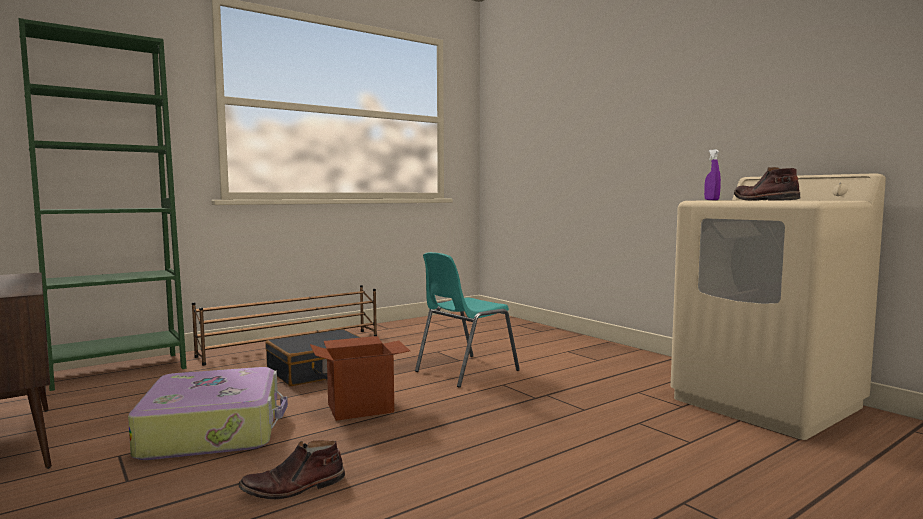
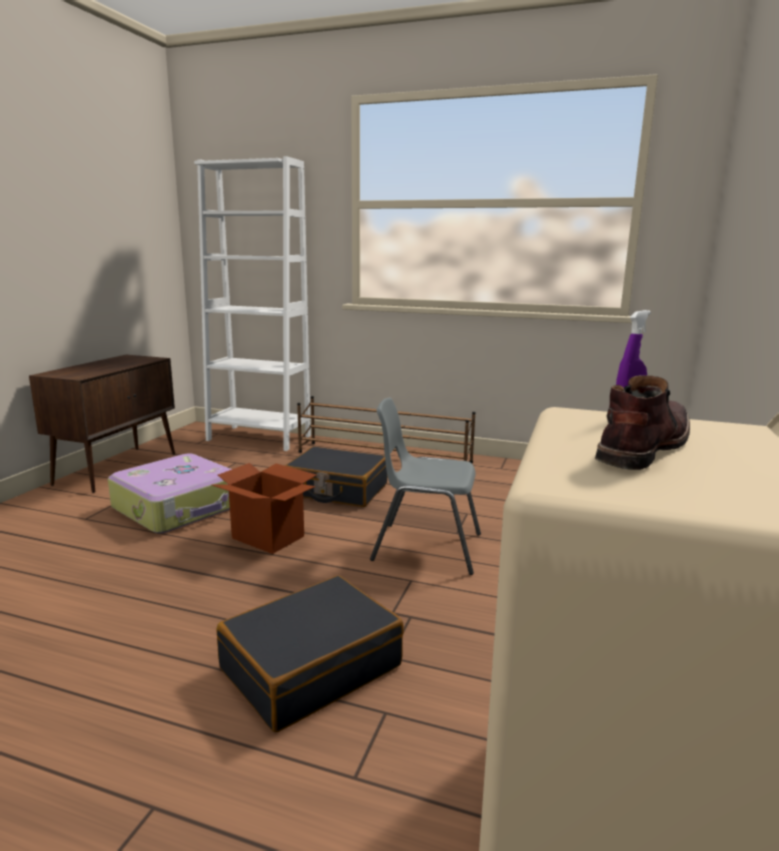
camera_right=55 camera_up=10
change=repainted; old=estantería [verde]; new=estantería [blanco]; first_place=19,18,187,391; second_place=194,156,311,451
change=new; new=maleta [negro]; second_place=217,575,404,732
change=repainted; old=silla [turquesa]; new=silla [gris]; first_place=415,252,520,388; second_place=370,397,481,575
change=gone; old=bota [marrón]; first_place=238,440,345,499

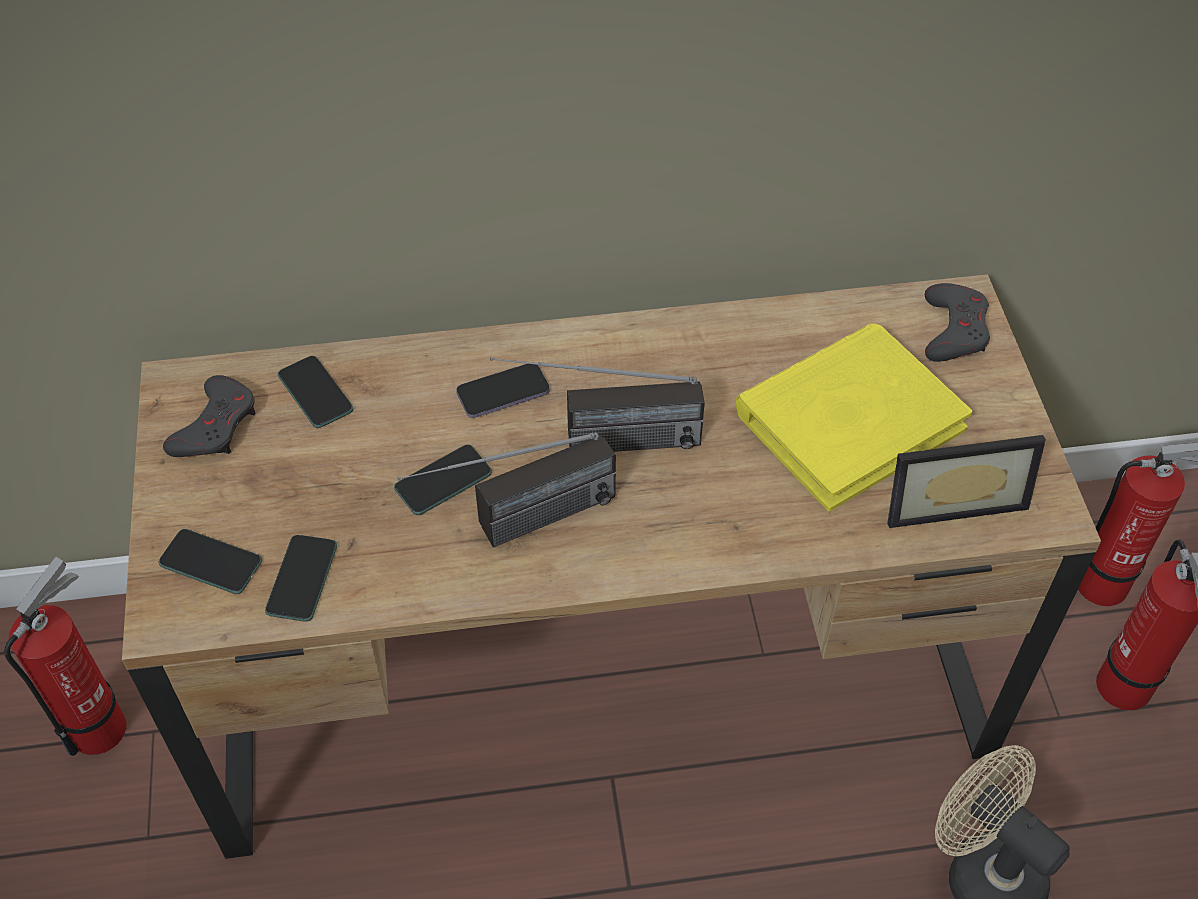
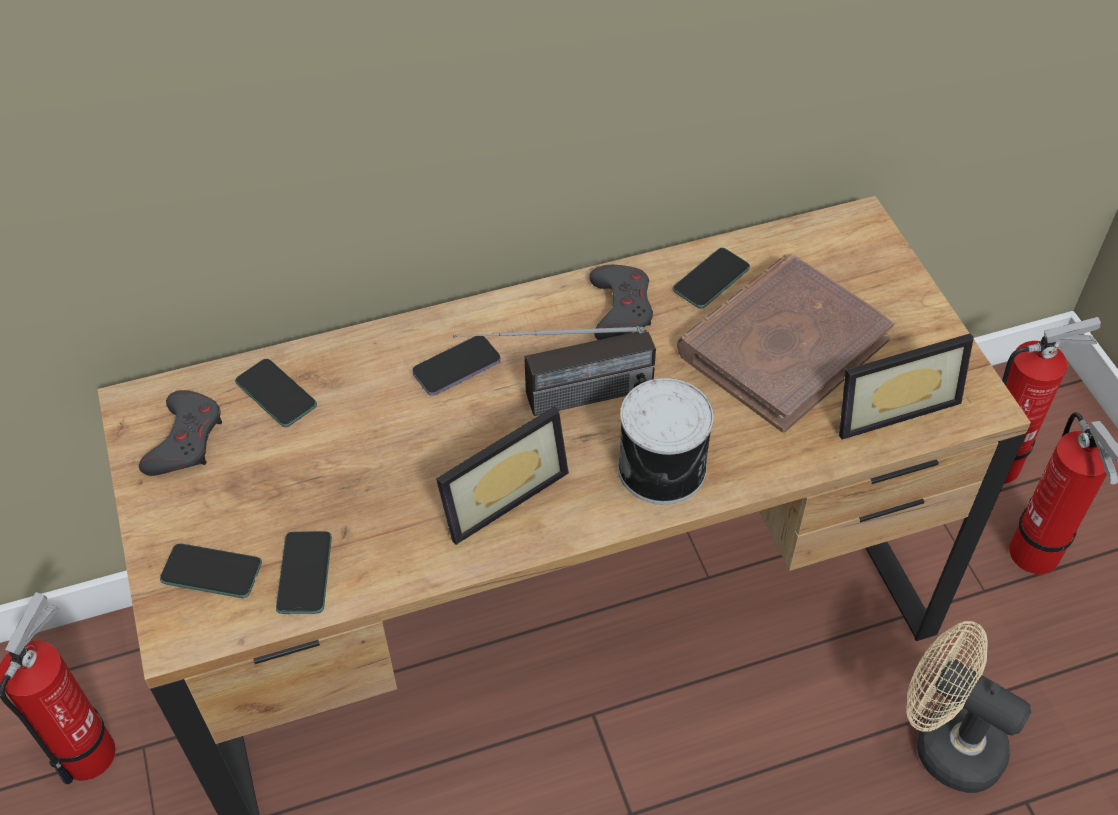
camera_right=-10 camera_up=0
change=swapped; old=radio; new=portarretratos; first_place=397,432,616,547; second_place=436,406,569,545
change=shifted; old=mando de consola [gris]; first_place=925,283,990,362; second_place=589,265,653,340
change=new; new=lata; second_place=618,378,714,505
change=shifted; old=móvil; first_place=394,445,492,515; second_place=672,248,750,309
change=repainted; old=libro [amarillo]; new=libro [marrón]; first_place=735,323,972,511; second_place=677,254,894,433

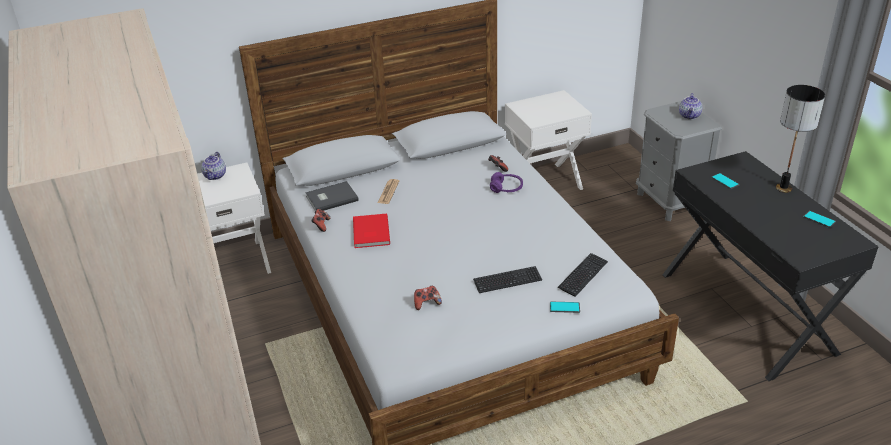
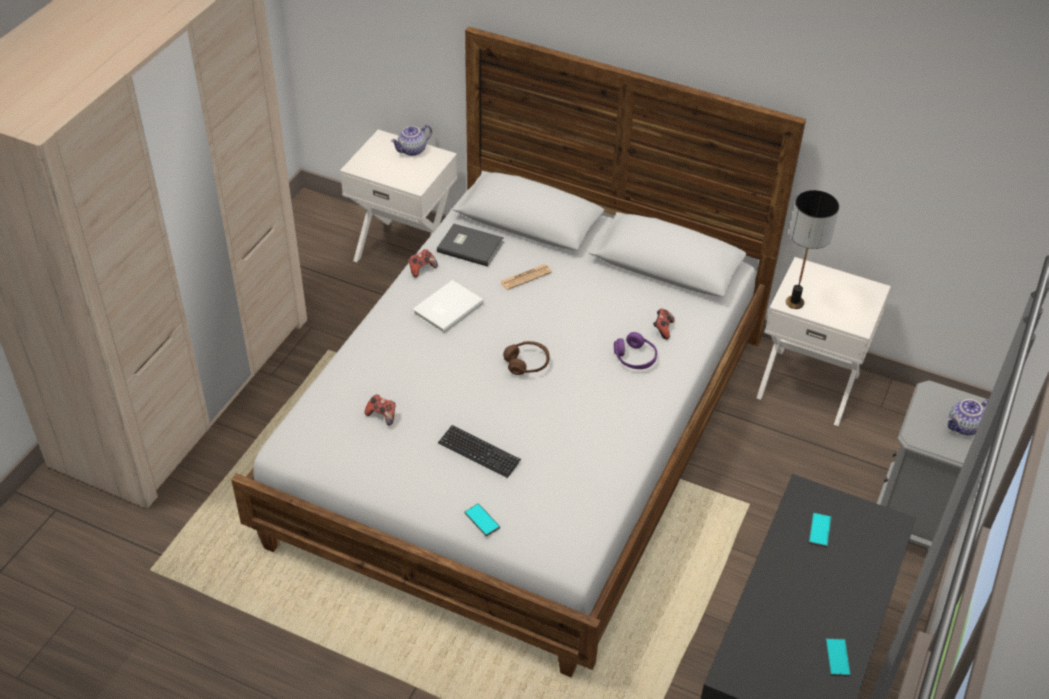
camera_right=45 camera_up=10
change=repainted; old=libro [rojo]; new=libro [blanco]; first_place=353,214,390,248; second_place=412,280,484,334
change=new; new=auriculares [marrón]; second_place=503,341,550,375
change=shifted; old=lámpara de mesa; first_place=776,85,825,193; second_place=786,190,839,309
change=gone; old=teclado; first_place=558,253,608,297

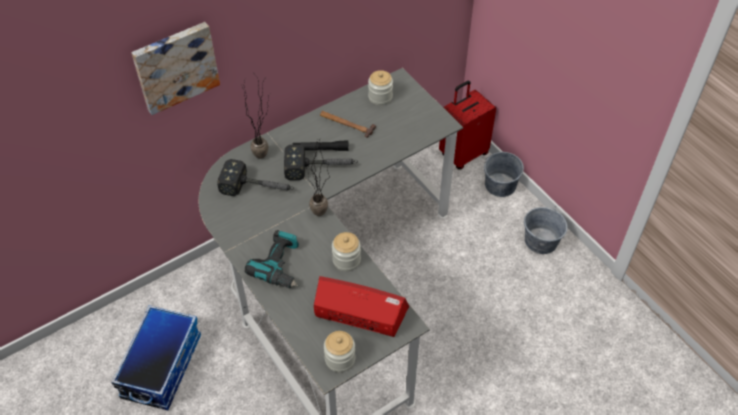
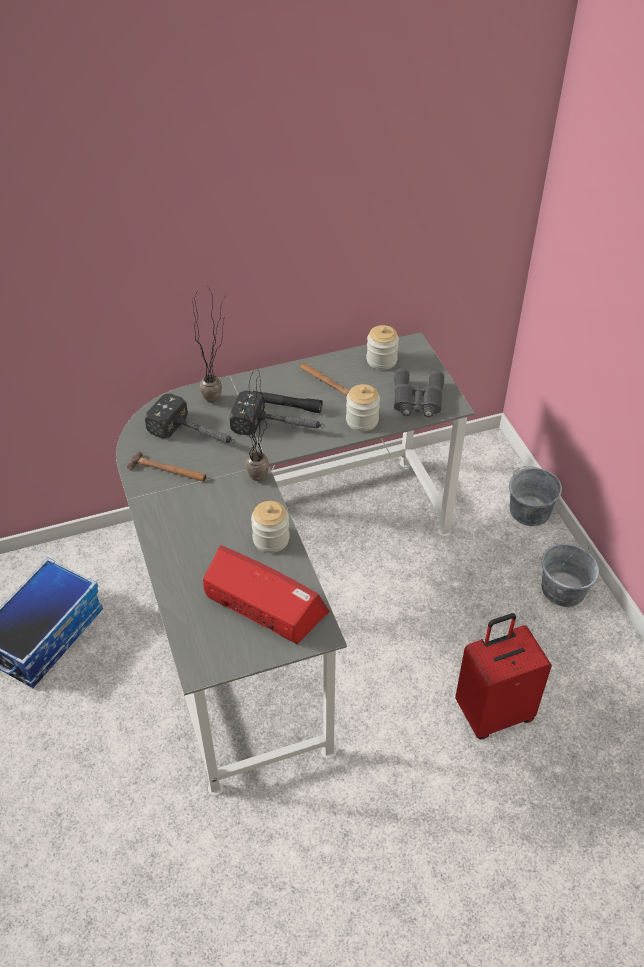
camera_right=15 camera_up=-5
change=new; new=martillo; second_place=127,451,206,482
change=shifted; old=tarro; first_place=324,331,355,372; second_place=346,384,380,431
change=new; new=prismáticos [gris]; second_place=394,369,444,418
change=shifted; old=maleta [rojo]; first_place=439,80,496,170; second_place=455,613,552,739
change=gone; old=cuadro; first_place=131,22,220,115
change=gone; old=taladro; first_place=245,230,299,288

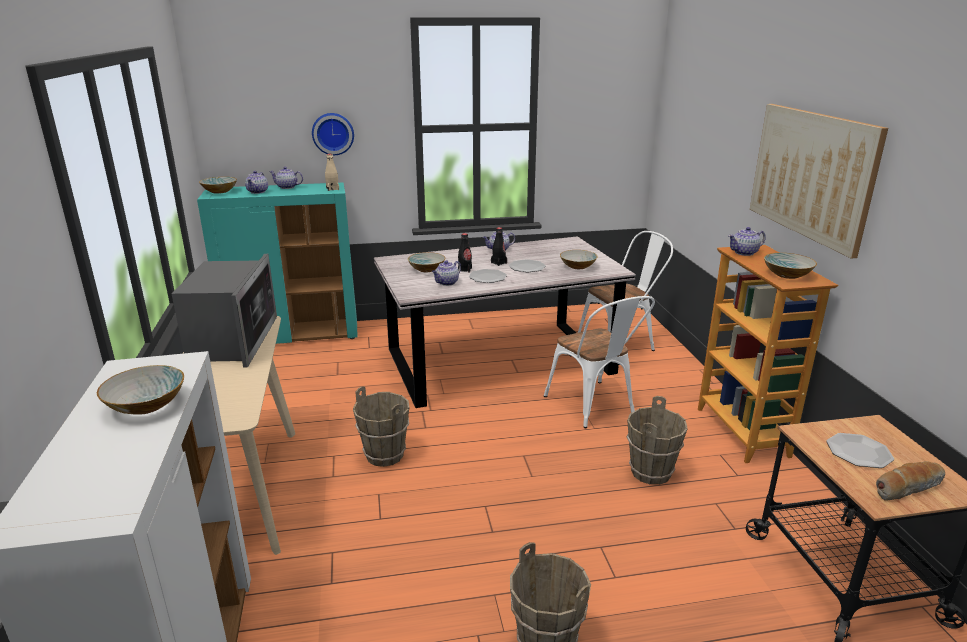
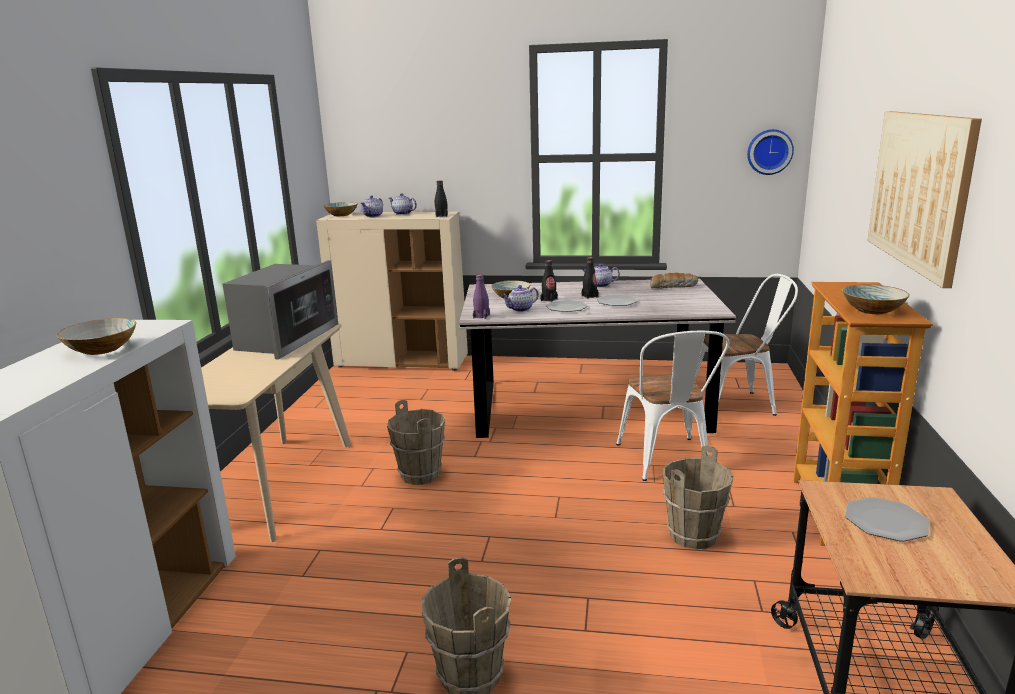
camera_right=20 camera_up=-5
change=repainted; old=armario [turquesa]; new=armario [beis]; first_place=197,183,358,344; second_place=316,212,468,371
change=repainted; old=botella [beis]; new=botella [negro]; first_place=325,154,339,191; second_place=435,180,448,217
change=new; new=botella [morado]; second_place=473,274,490,319
change=shifted; old=pan; first_place=876,461,945,500; second_place=650,272,698,289
change=shifted; old=reloj de pared; first_place=312,113,354,155; second_place=747,129,794,175
change=gone; old=cuenco; first_place=560,250,598,269
change=gone; old=tetera; first_place=728,227,766,256

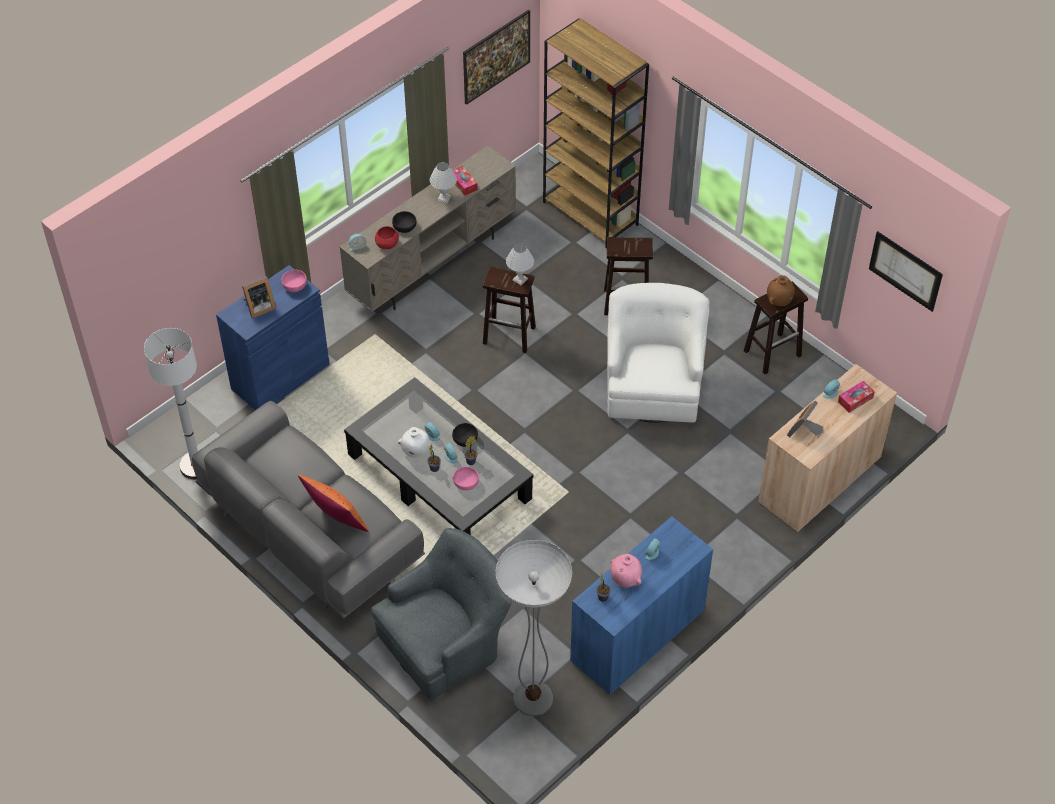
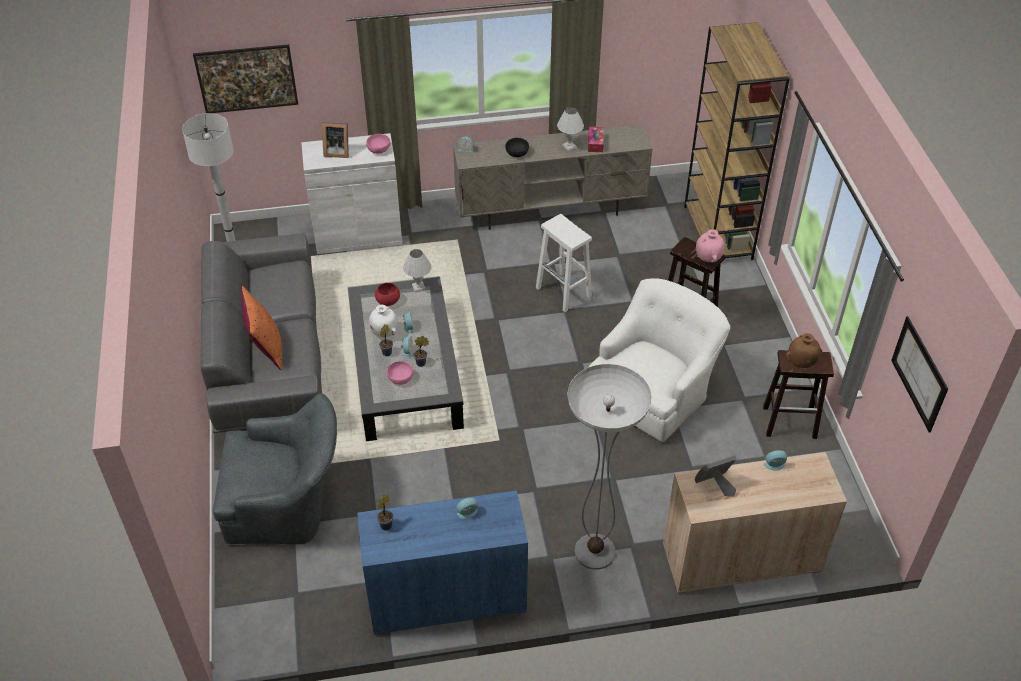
camera_right=35 camera_up=-5
change=shifted; old=cuadro; first_place=463,10,530,105; second_place=193,44,298,113
change=repainted; old=armario [azul]; new=armario [blanco]; first_place=216,265,330,410; second_place=301,133,402,254
change=shifted; old=cuenco [rojo]; first_place=375,226,399,249; second_place=375,283,400,306
change=shifted; old=lámpara de mesa [blanco]; first_place=506,243,534,285; second_place=403,249,432,292
change=repainted; old=taburete [marrón]; new=taburete [blanco]; first_place=483,267,536,353; second_place=536,214,592,312
change=shifted; old=lámpara de pie; first_place=496,540,572,716; second_place=567,364,652,570
change=shifted; old=florero [rosa]; first_place=610,554,642,587; second_place=696,229,725,262
change=gone; old=cuenco [negro]; first_place=452,423,478,447
change=gone; old=caja de pañuelos; first_place=838,381,875,413

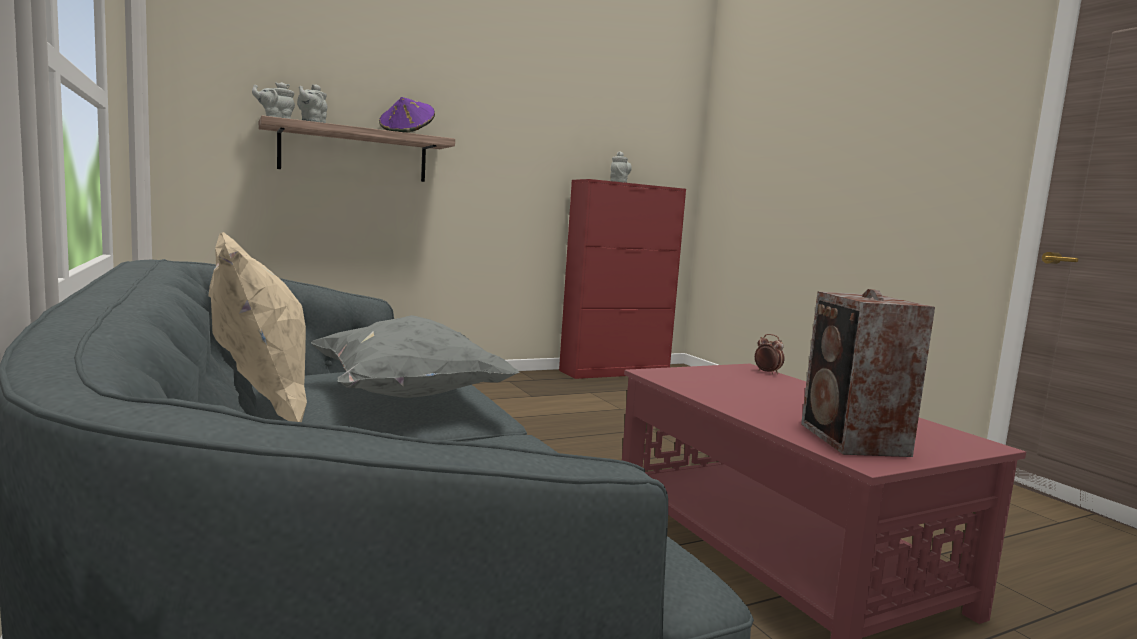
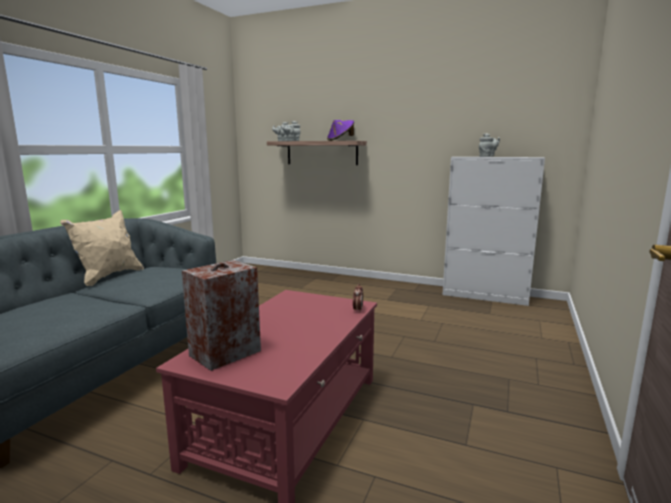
camera_right=50 camera_up=5
change=repainted; old=armario [rojo]; new=armario [blanco]; first_place=559,179,686,379; second_place=443,157,545,306
change=gone; old=cojín [gris]; first_place=311,315,520,398

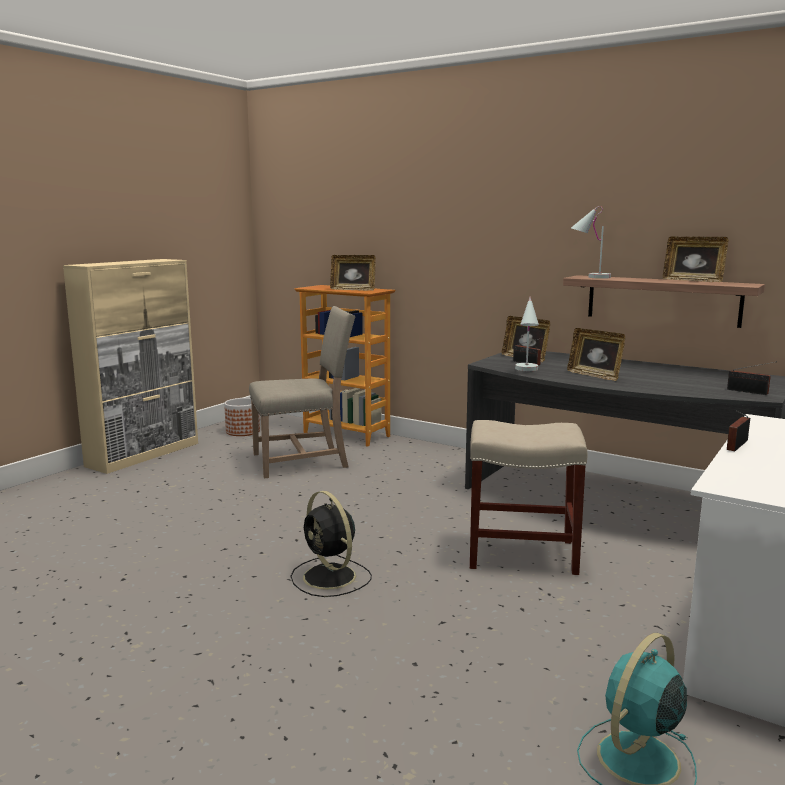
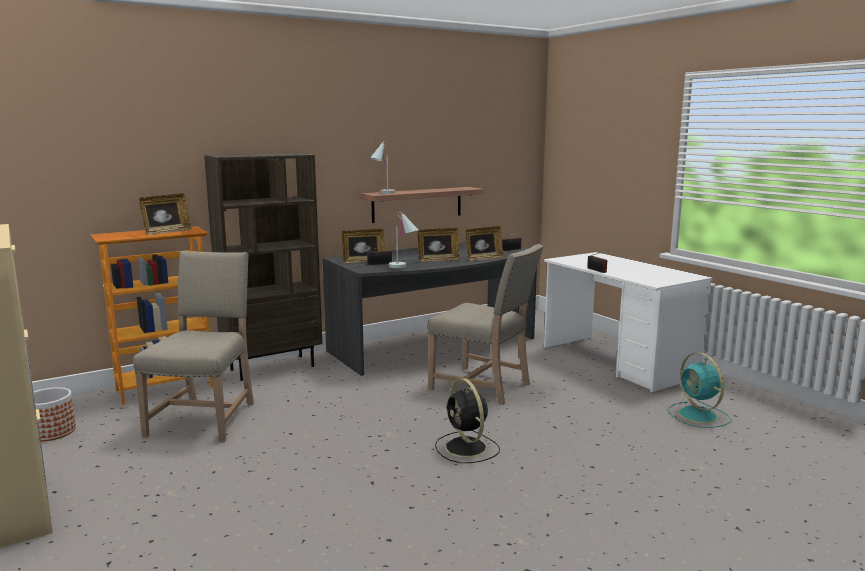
camera_right=-65 camera_up=0
change=new; new=estantería [marrón]; second_place=204,153,322,381
change=swapped; old=taburete [beis]; new=silla [beis]; first_place=470,420,587,575; second_place=427,244,544,405
change=rotated; old=ventilador [negro]; first_place=291,491,372,597; second_place=435,378,500,463; degrees=75
change=shifted; old=portarretratos; first_place=663,236,728,282; second_place=466,226,504,261

